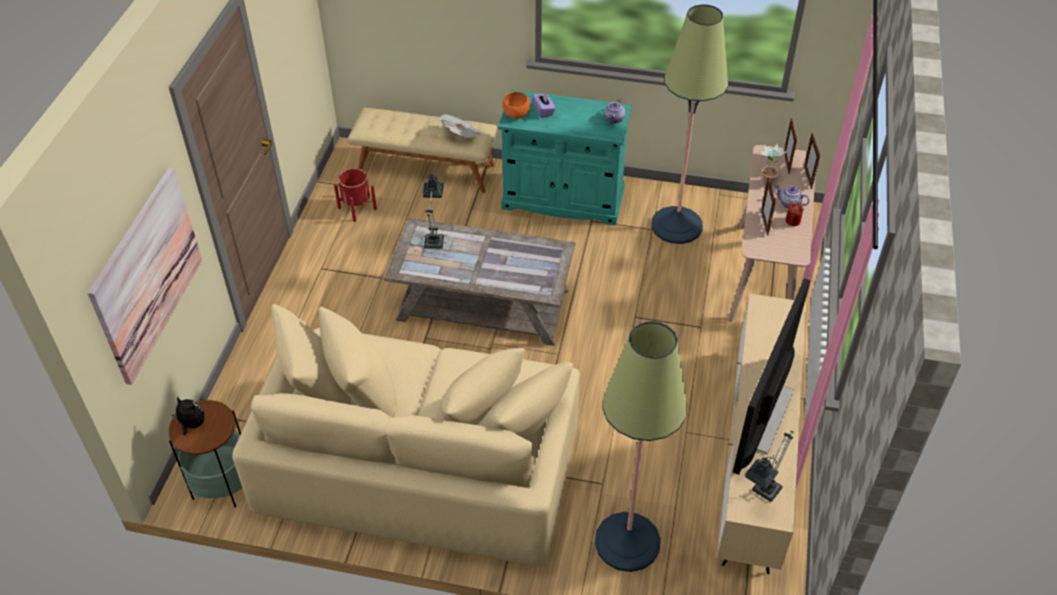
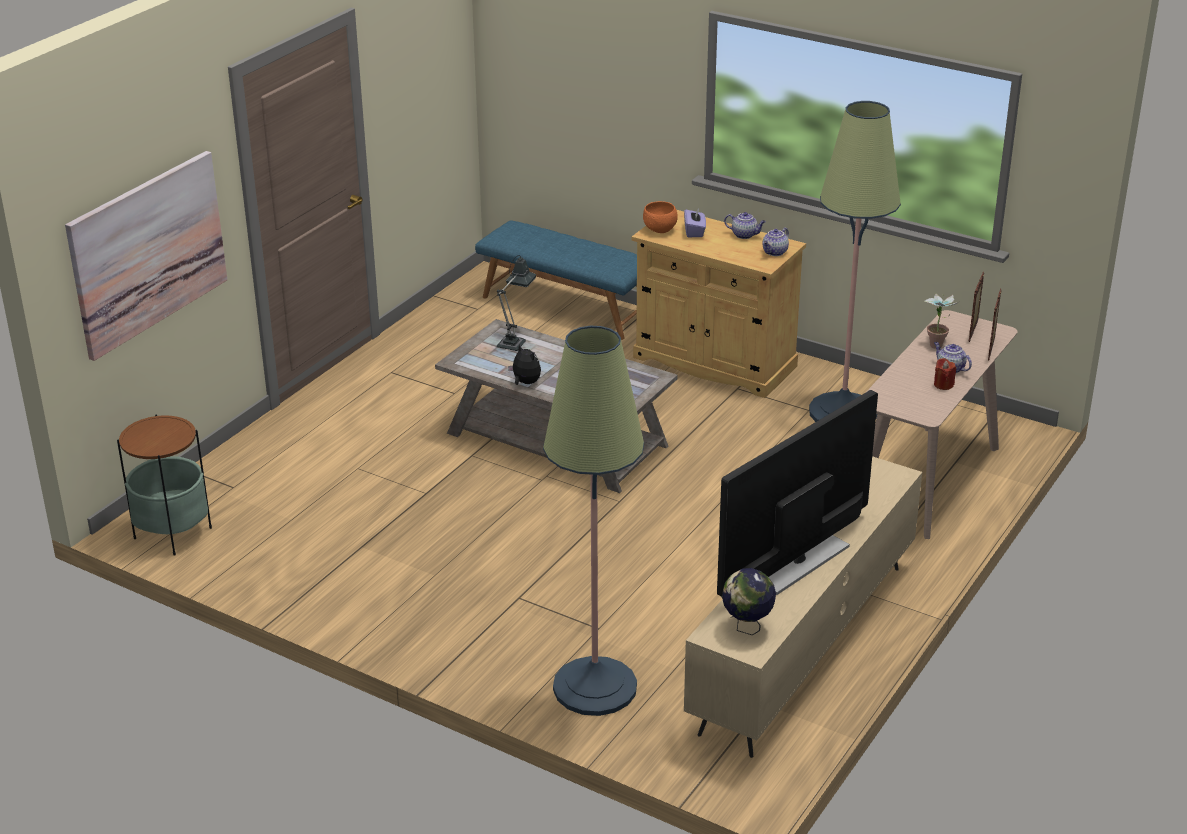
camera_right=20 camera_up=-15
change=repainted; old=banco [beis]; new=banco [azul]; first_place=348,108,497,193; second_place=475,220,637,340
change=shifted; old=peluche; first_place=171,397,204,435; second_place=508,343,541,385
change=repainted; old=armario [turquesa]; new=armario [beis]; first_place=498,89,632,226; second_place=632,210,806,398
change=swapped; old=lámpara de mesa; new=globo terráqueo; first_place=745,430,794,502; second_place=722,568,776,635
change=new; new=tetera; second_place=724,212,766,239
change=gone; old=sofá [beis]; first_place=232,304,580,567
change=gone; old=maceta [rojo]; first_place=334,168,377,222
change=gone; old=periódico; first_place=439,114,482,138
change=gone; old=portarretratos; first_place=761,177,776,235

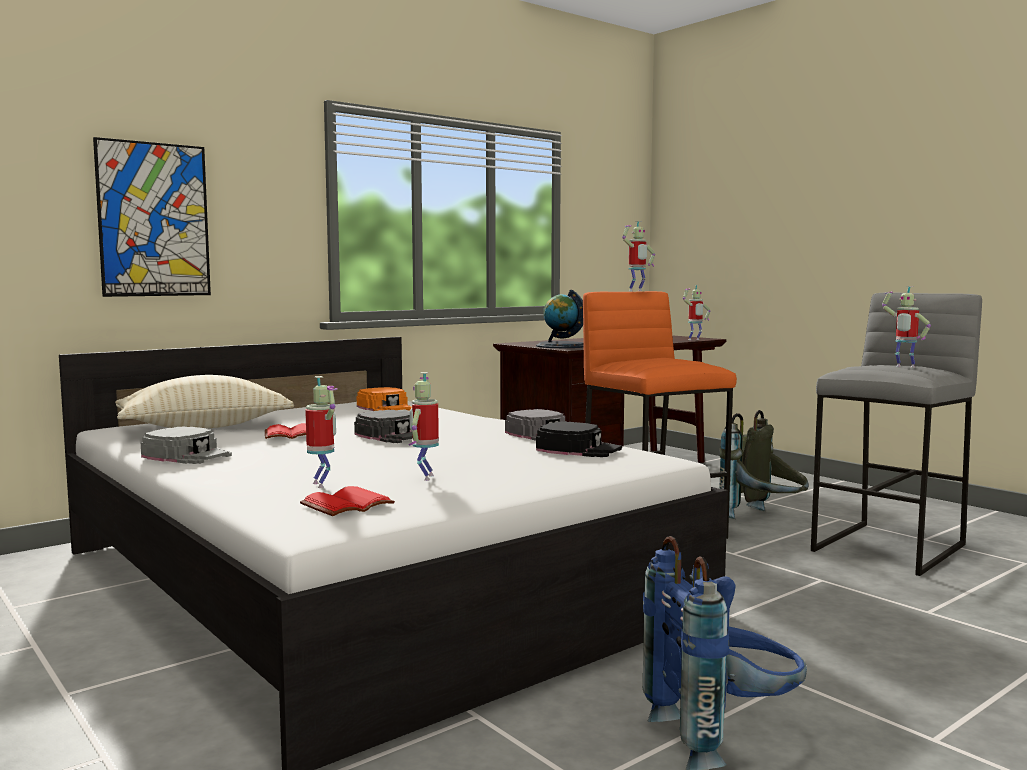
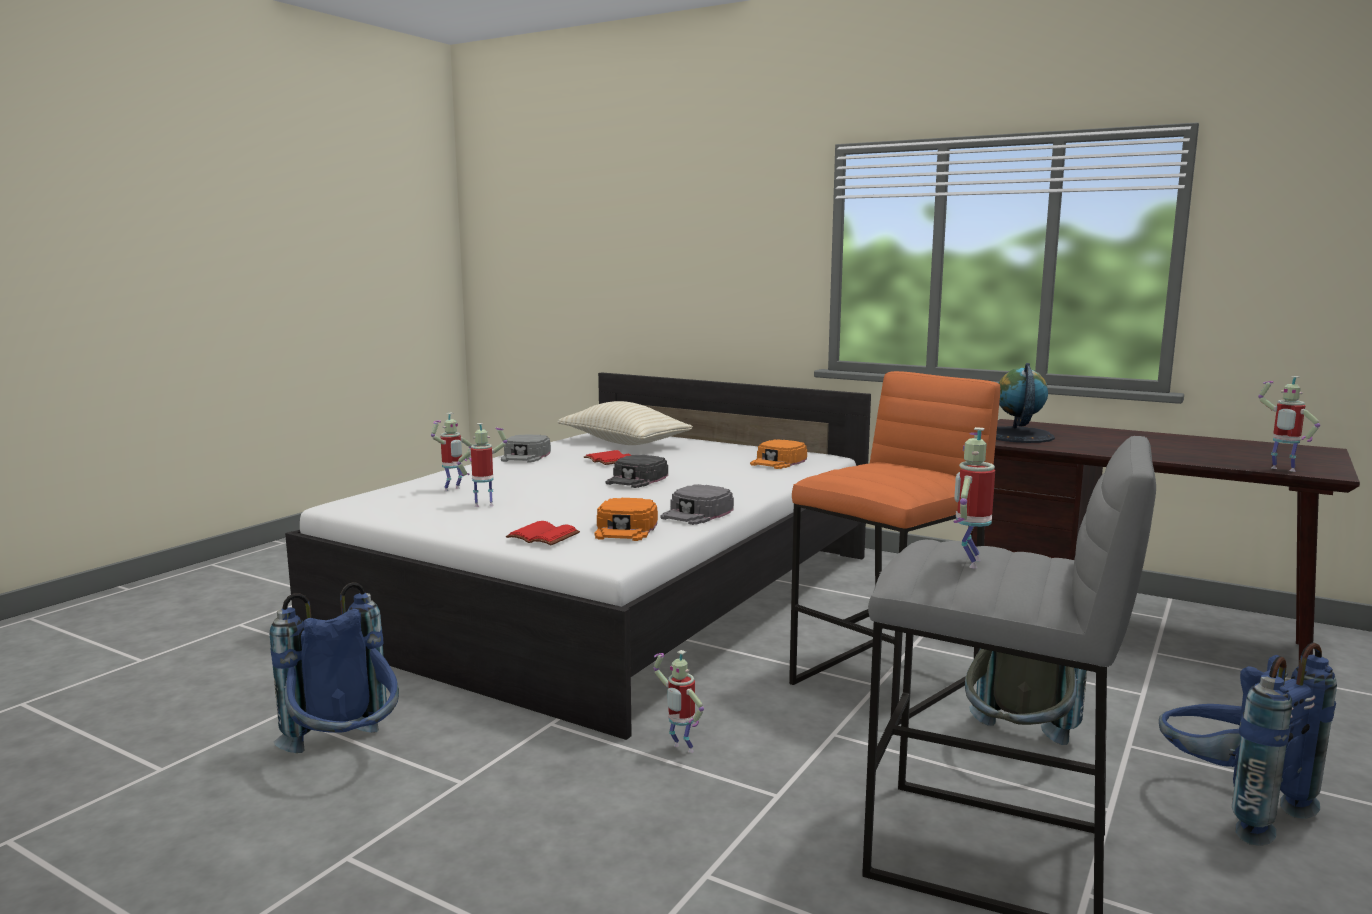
camera_right=70 camera_up=5
change=shifted; old=libro [rojo]; first_place=300,486,395,516; second_place=506,521,580,545
change=repainted; old=gorra [negro]; new=gorra [naranja]; first_place=536,422,622,457; second_place=594,498,658,541
change=shifted; old=robot de juguete; first_place=622,221,655,291; second_place=654,650,704,753
change=new; new=mochila [azul]; second_place=1159,643,1337,846
change=gone; old=cuadro; first_place=93,137,211,297

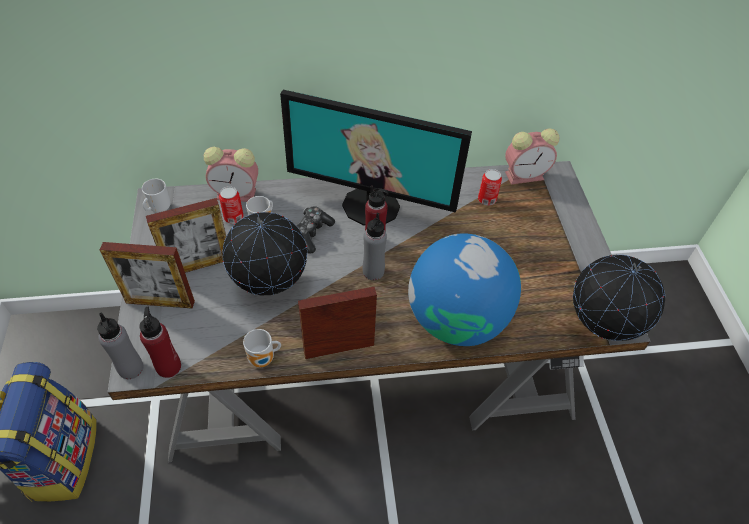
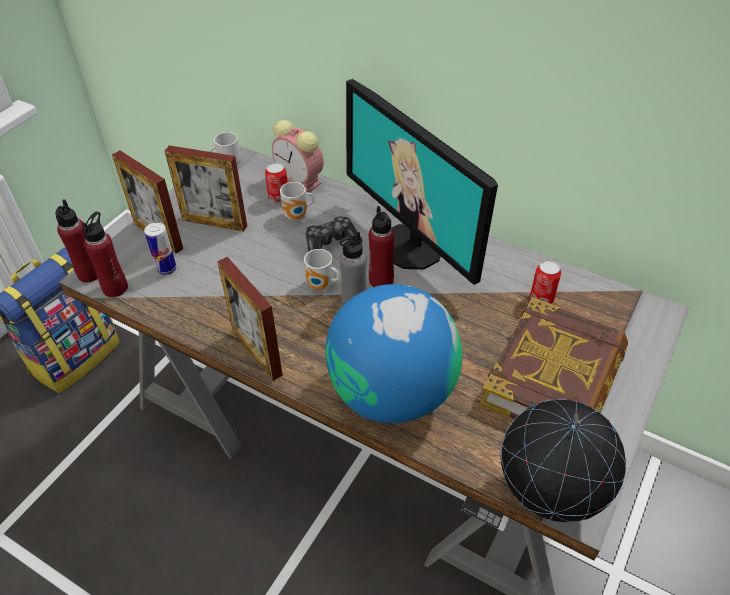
camera_right=40 camera_up=-5
change=repainted; old=botella [gris]; new=botella [rojo]; first_place=97,312,144,379; second_place=55,199,98,283
change=new; new=lata; second_place=144,223,177,275
change=rotated; old=portarretratos; first_place=298,287,377,359; second_place=217,257,283,381; degrees=-150
change=shifted; old=taza grande; first_place=243,329,281,368; second_place=304,249,340,290
change=new; new=libro; second_place=480,297,628,419
change=gone; old=globo terráqueo; first_place=223,212,307,295
change=gone; old=despertador; first_place=505,128,560,184

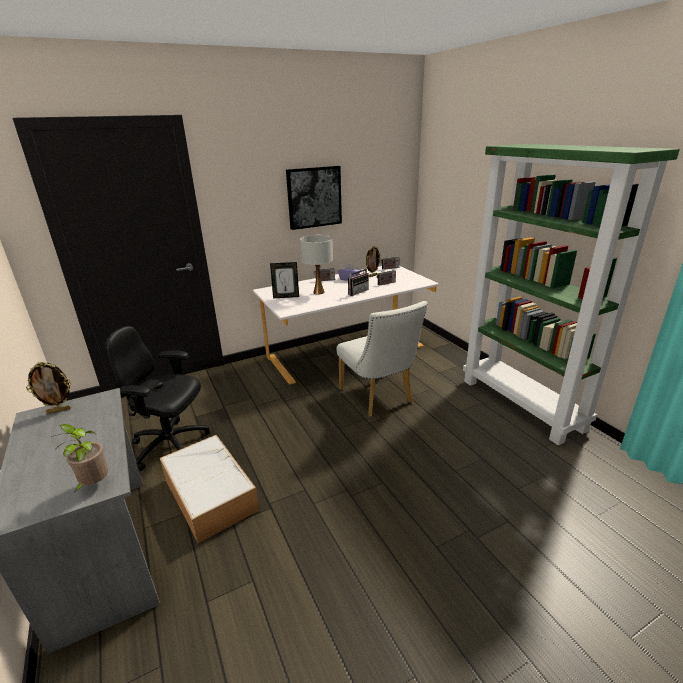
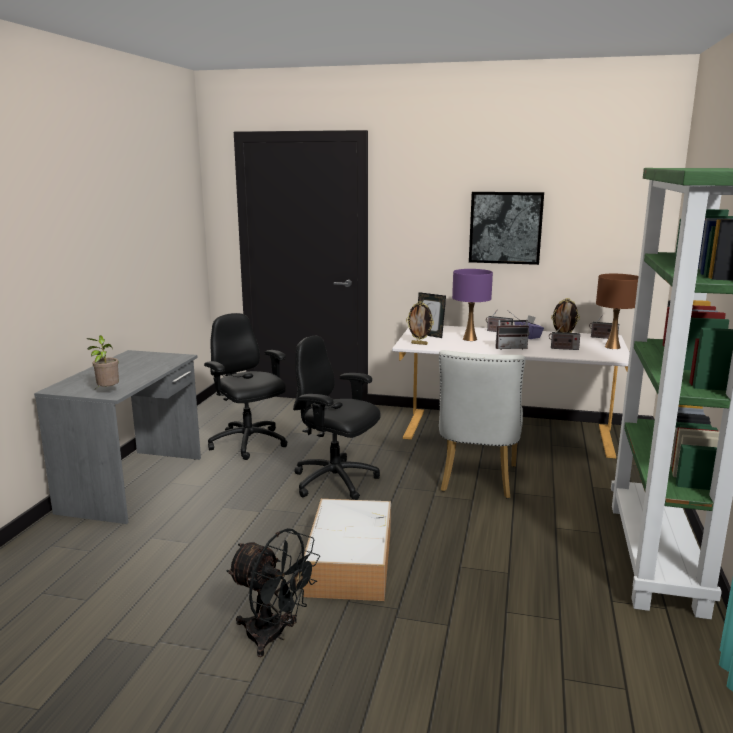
camera_right=40 camera_up=-10
change=new; new=ventilador [negro]; second_place=226,528,320,657
change=new; new=silla de oficina [negro]; second_place=293,336,381,500
change=shifted; old=caja de almacenaje; first_place=160,435,259,543; second_place=303,499,391,601
change=shifted; old=portarretratos; first_place=26,362,71,414; second_place=406,301,434,345
change=repainted; old=lámpara de mesa [blanco]; new=lámpara de mesa [morado]; first_place=300,235,333,294; second_place=452,269,493,341
change=new; new=lámpara de mesa [marrón]; second_place=596,274,638,349

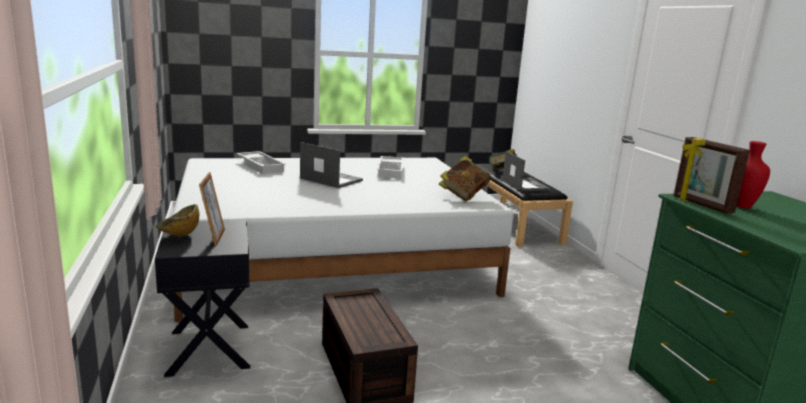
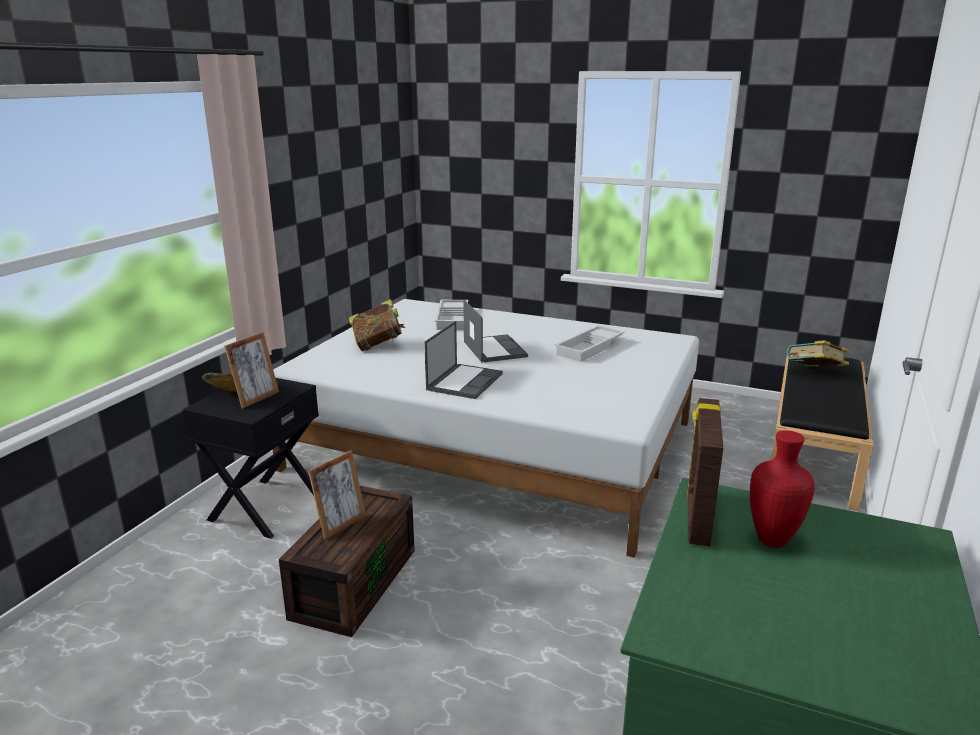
camera_right=40 camera_up=5
change=new; new=portarretratos; second_place=308,450,366,539
change=shifted; old=libro; first_place=439,156,491,201; second_place=349,299,405,351
change=shifted; old=portátil; first_place=502,151,551,191; second_place=424,321,503,399

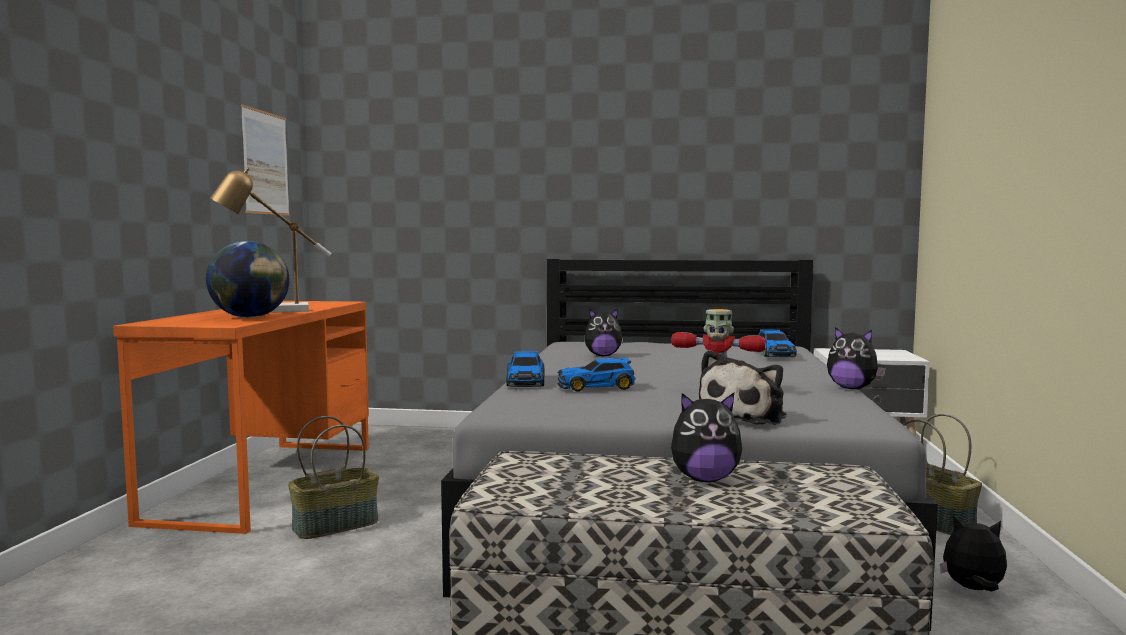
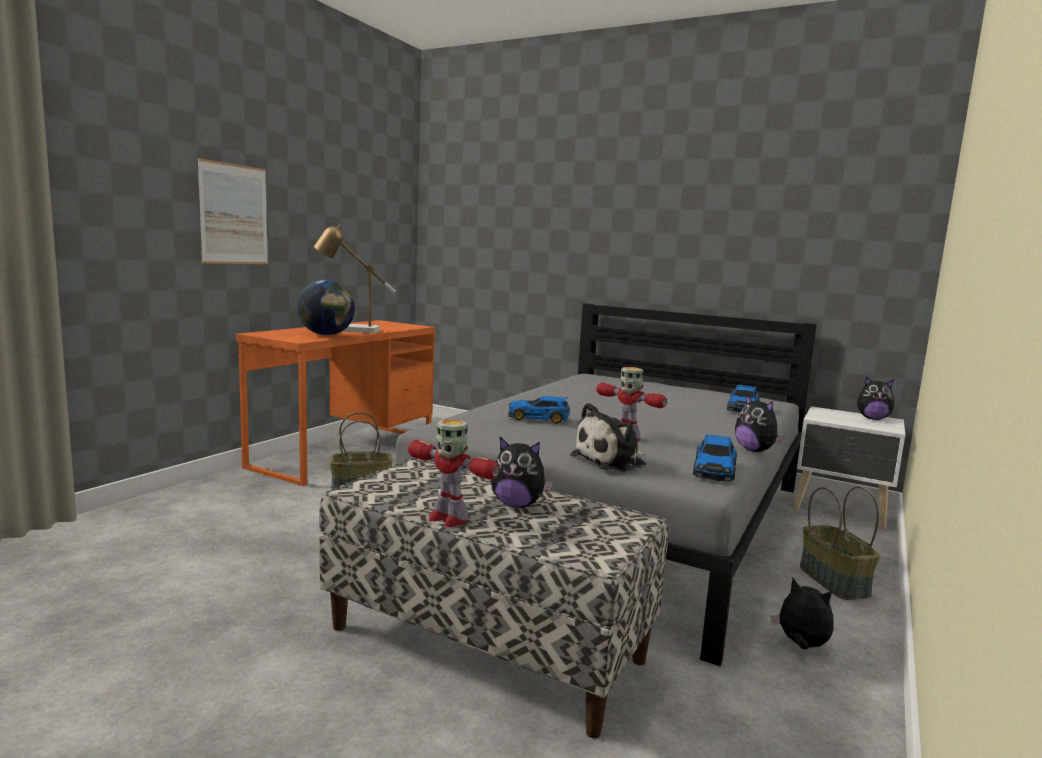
camera_right=20 camera_up=5
change=shifted; old=cuadro; first_place=241,104,290,216; second_place=197,158,268,264
change=new; new=robot de juguete; second_place=408,419,500,527
change=shifted; old=coche de juguete; first_place=506,351,544,387; second_place=693,434,737,482
change=shifted; old=peluche; first_place=584,308,624,356; second_place=857,377,894,420

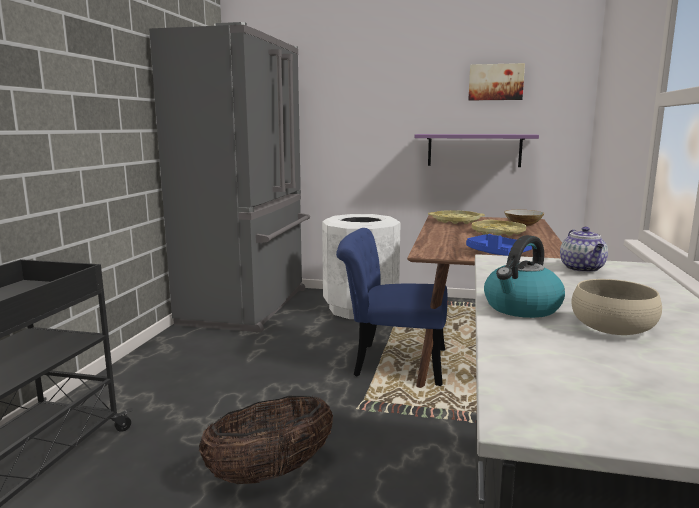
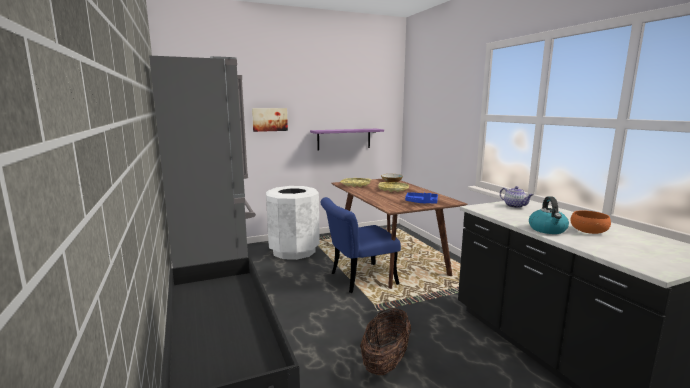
camera_right=-35 camera_up=0
change=shifted; old=cuadro; first_place=468,63,525,100; second_place=252,108,288,132
change=repainted; old=cuenco [beis]; new=cuenco [naranja]; first_place=571,279,662,335; second_place=570,210,611,234

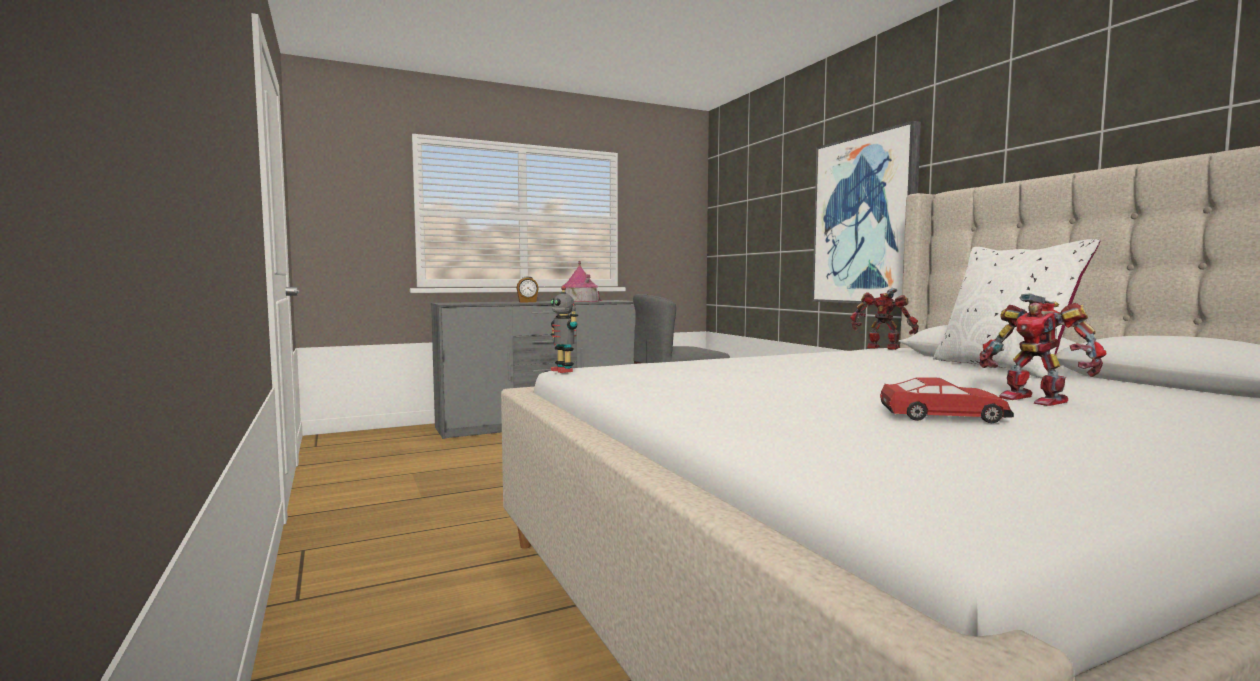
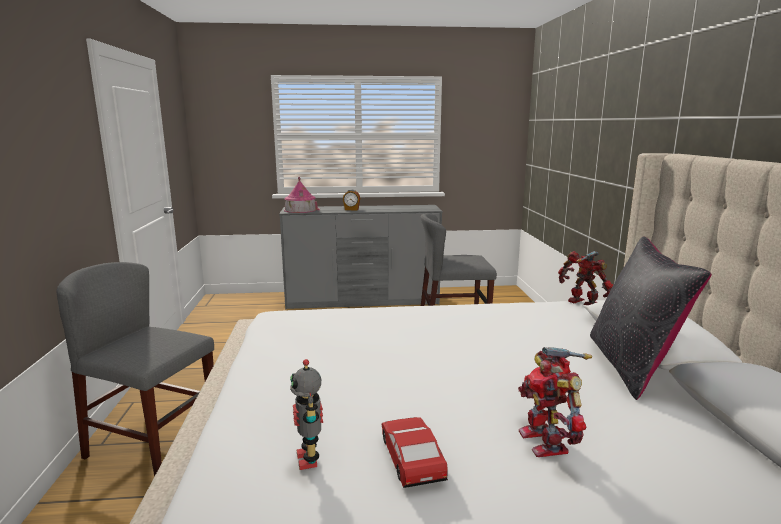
camera_right=20 camera_up=10
change=new; new=silla [gris]; second_place=57,262,214,477
change=shifted; old=casita; first_place=561,261,602,302; second_place=284,177,320,213
change=shifted; old=robot de juguete; first_place=550,286,578,373; second_place=290,359,323,470
change=rotated; old=coche de juguete; first_place=880,377,1014,423; second_place=382,417,448,488; degrees=-135
change=repainted; old=cojín [blanco]; new=cojín [negro]; first_place=933,239,1100,379; second_place=590,236,712,400
change=gone; old=cuadro; first_place=812,121,921,304

